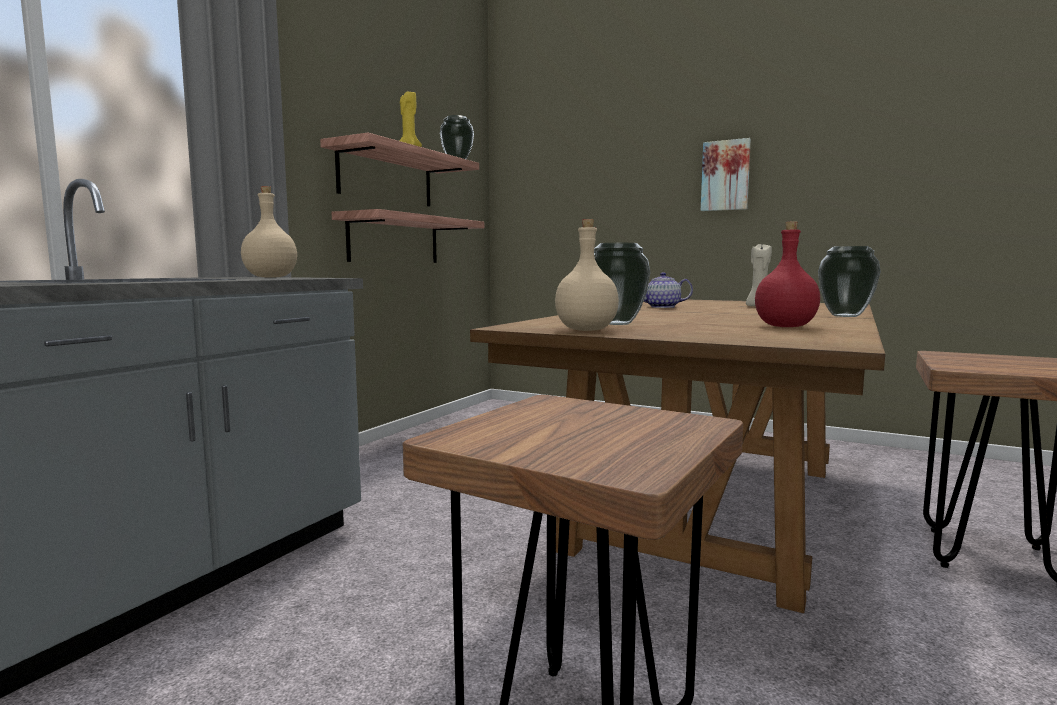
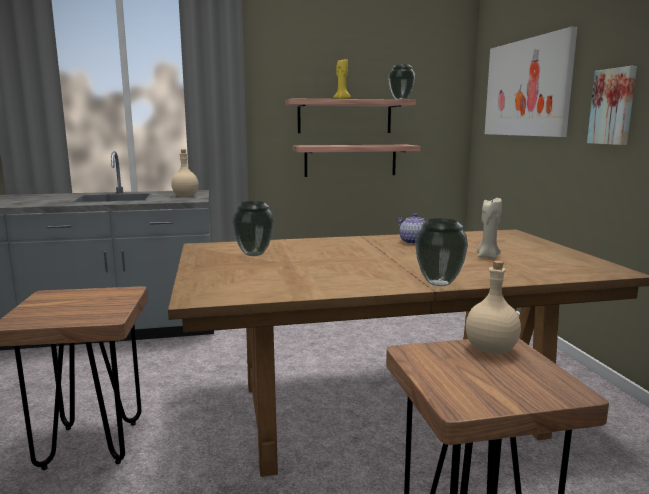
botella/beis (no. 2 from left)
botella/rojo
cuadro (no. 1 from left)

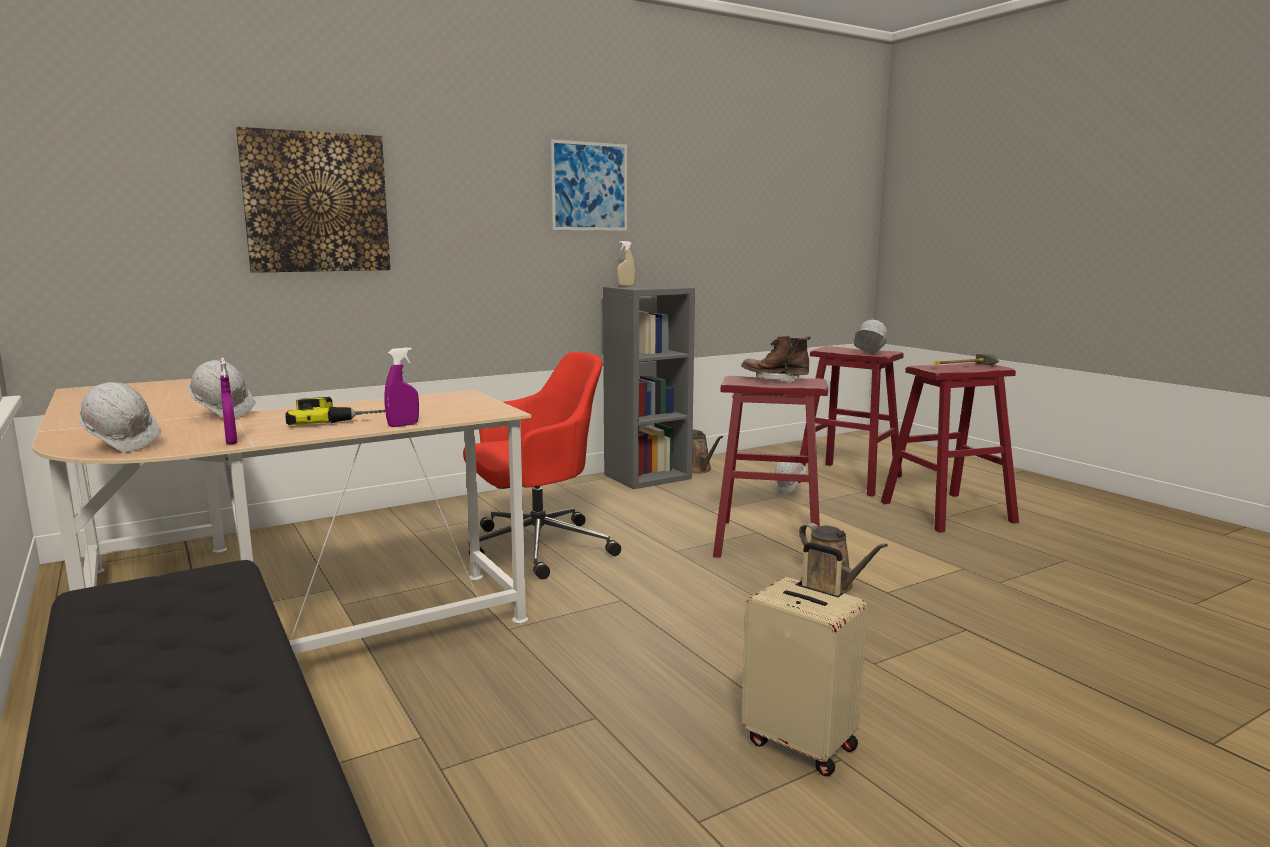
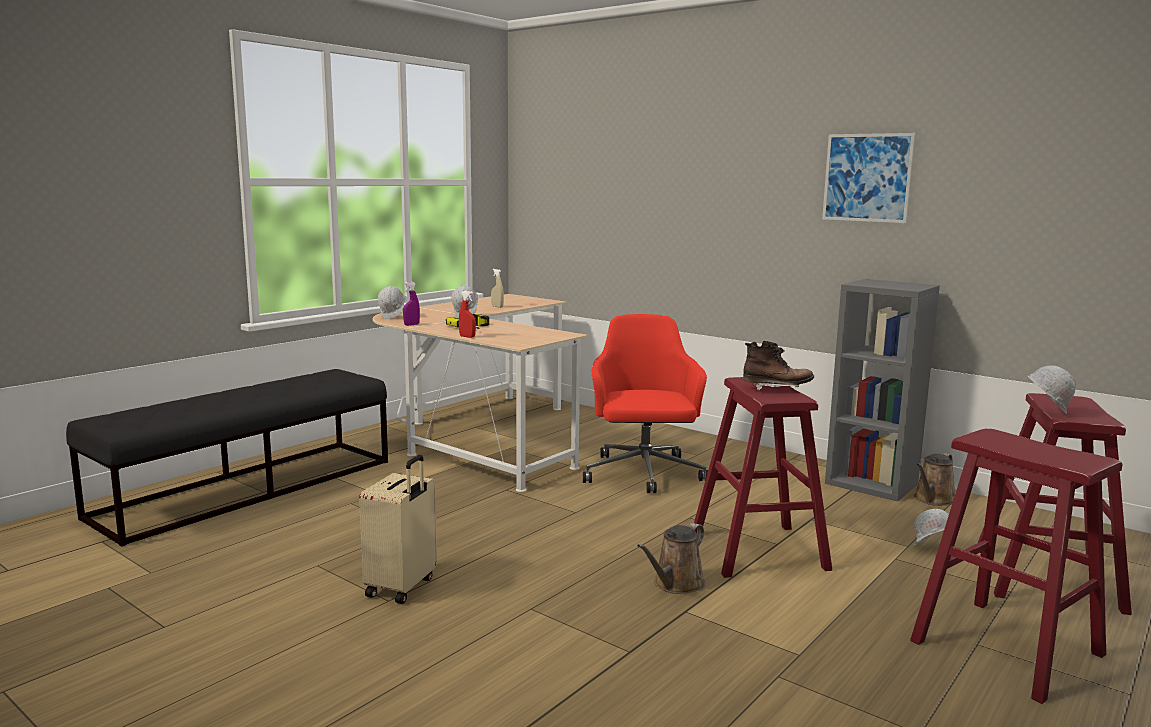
cuadro (no. 1 from left in the first image)
pulverizador/beis
bota/marrón
pulverizador/rojo
silla de oficina/rojo
martillo

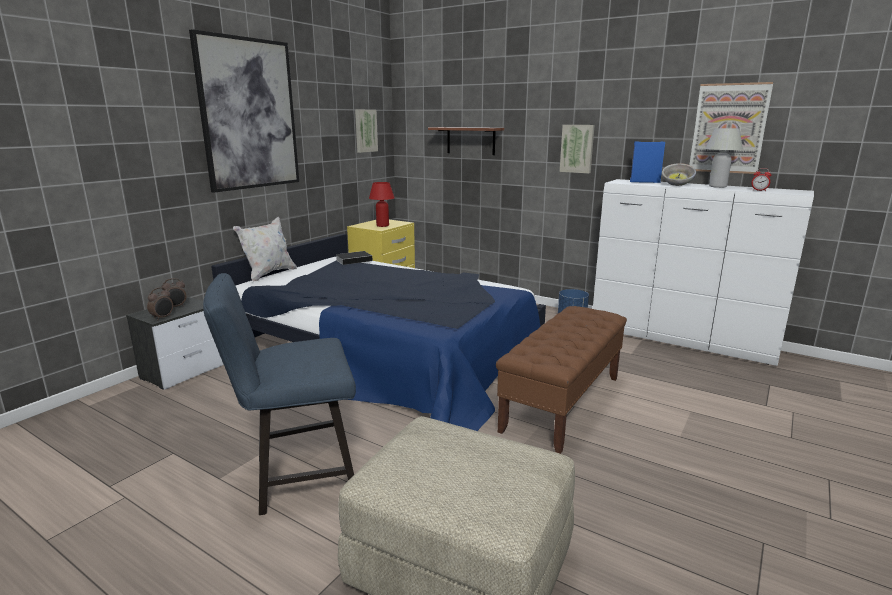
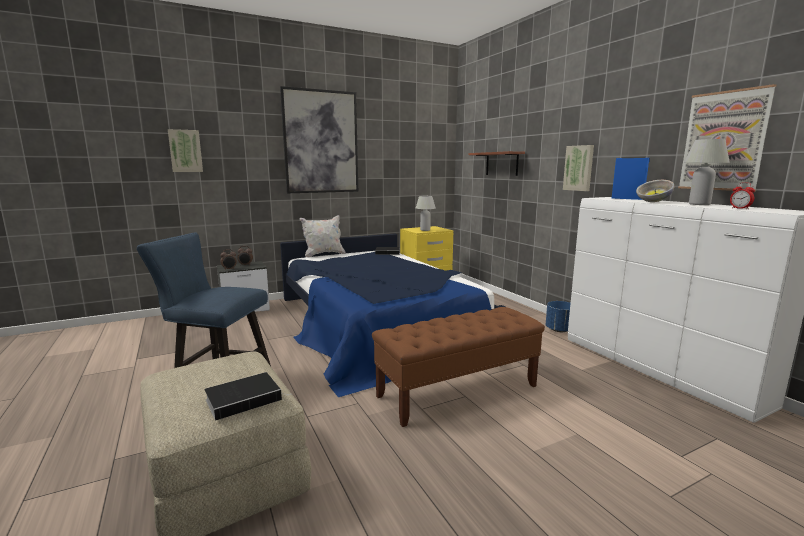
cuadro (no. 1 from left)
lámpara de mesa/blanco (no. 1 from left)
libro (no. 1 from left)

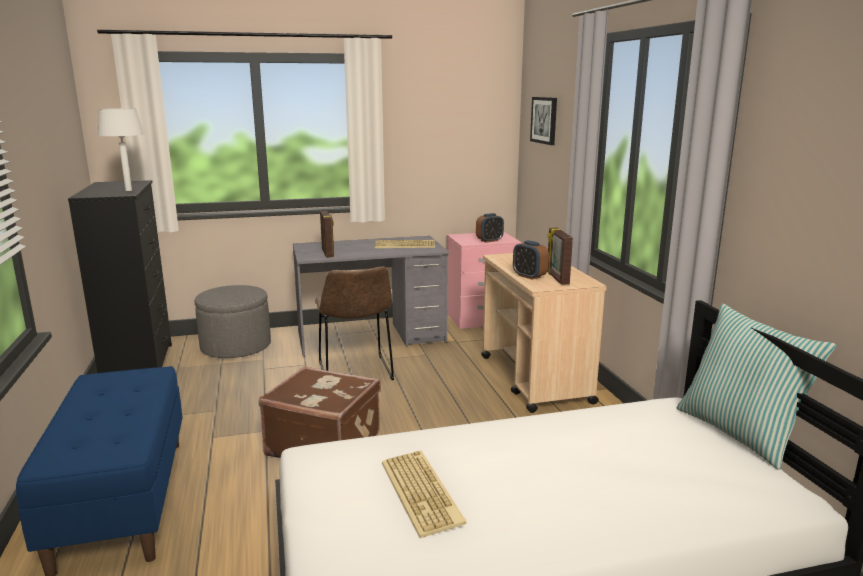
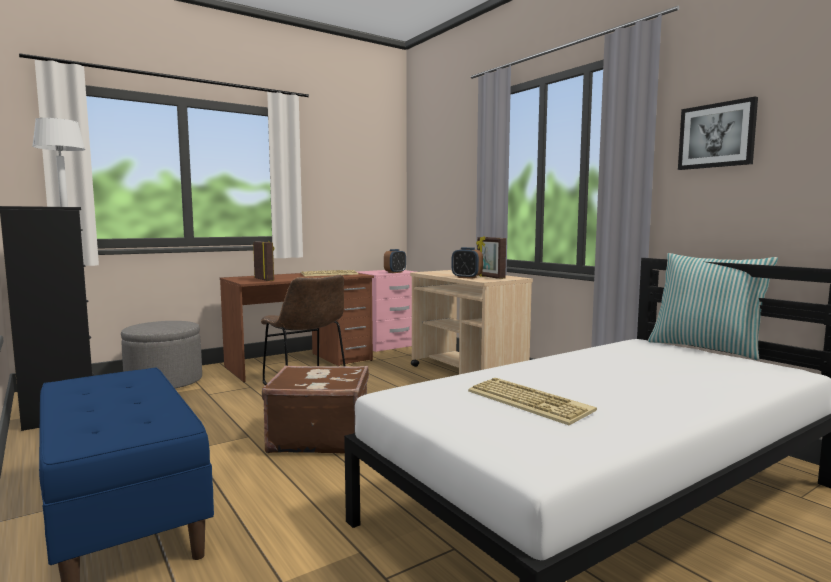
cuadro
escritorio/marrón

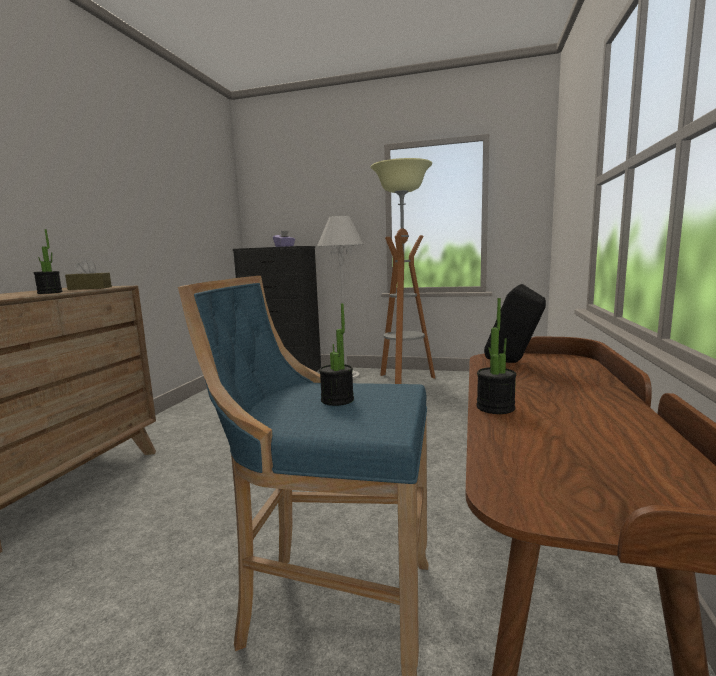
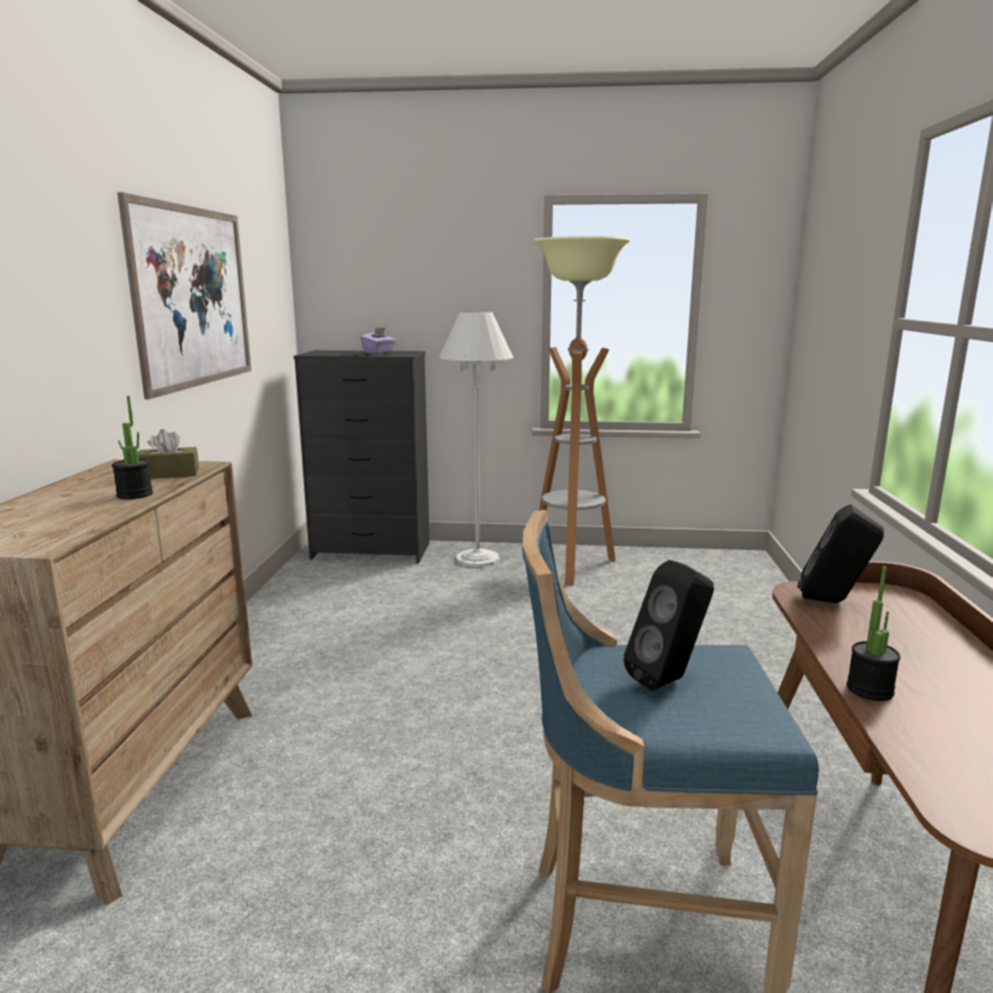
altavoz/negro (no. 1 from left)
cuadro

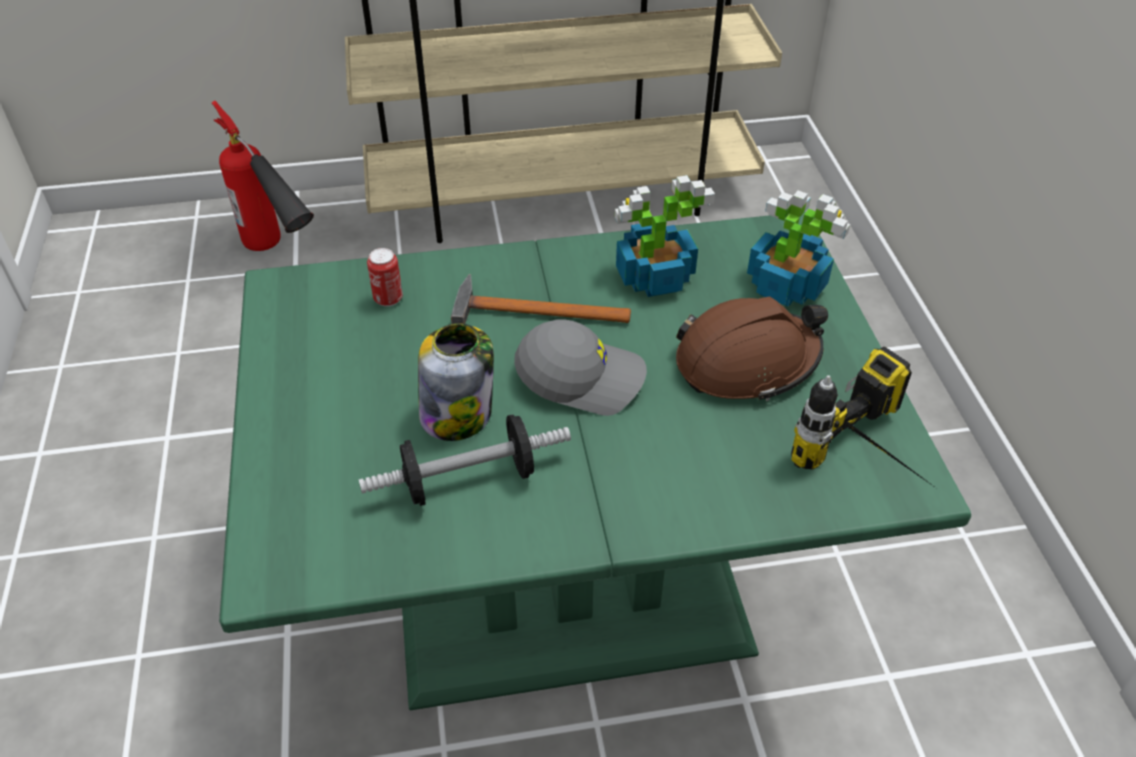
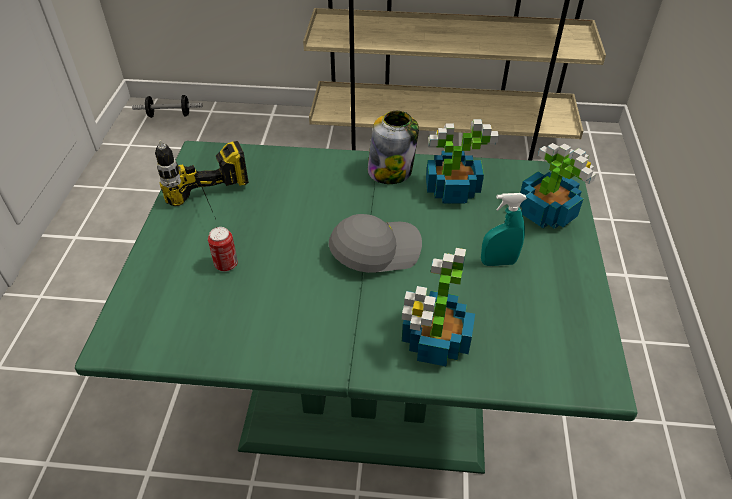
extintor
lata
martillo
pulverizador/turquesa
gorra/gris
tarro
taladro
mancuerna
planta en maceta (no. 1 from left)

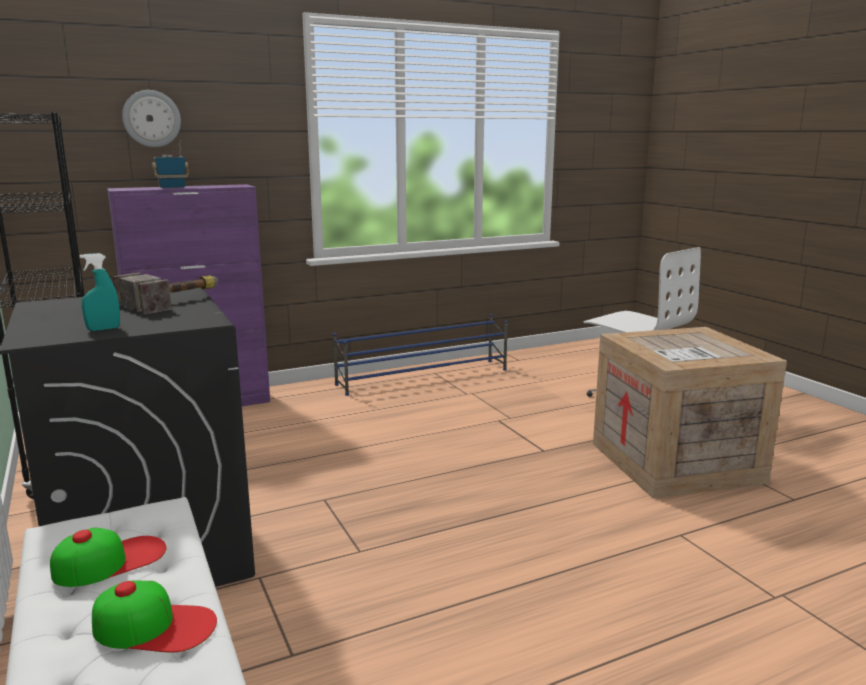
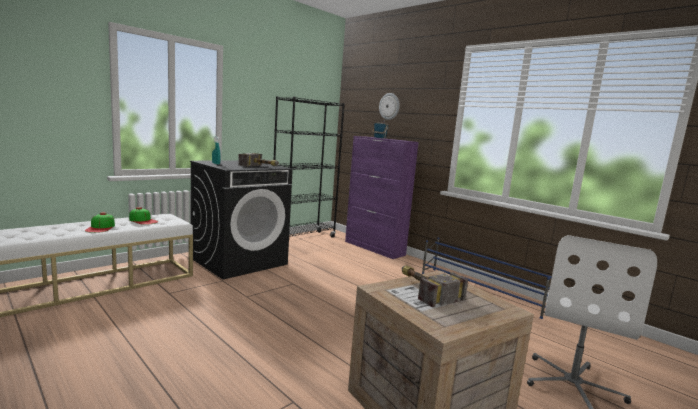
martillo (no. 2 from left)

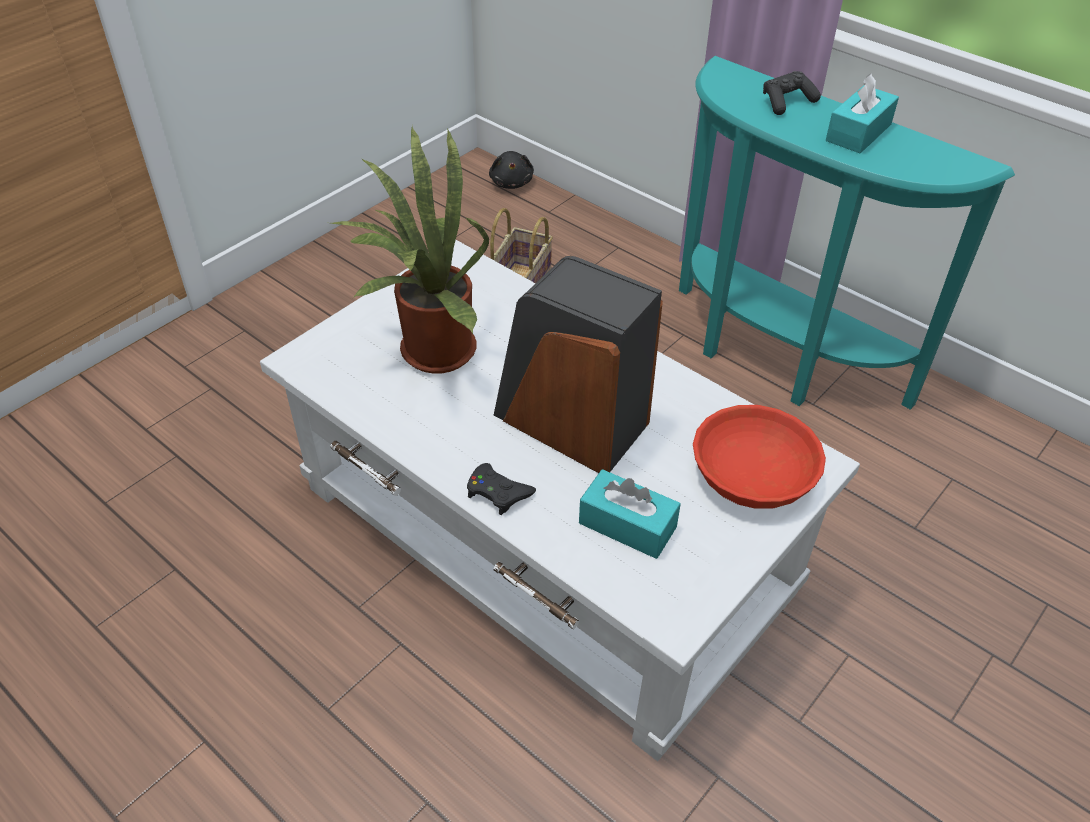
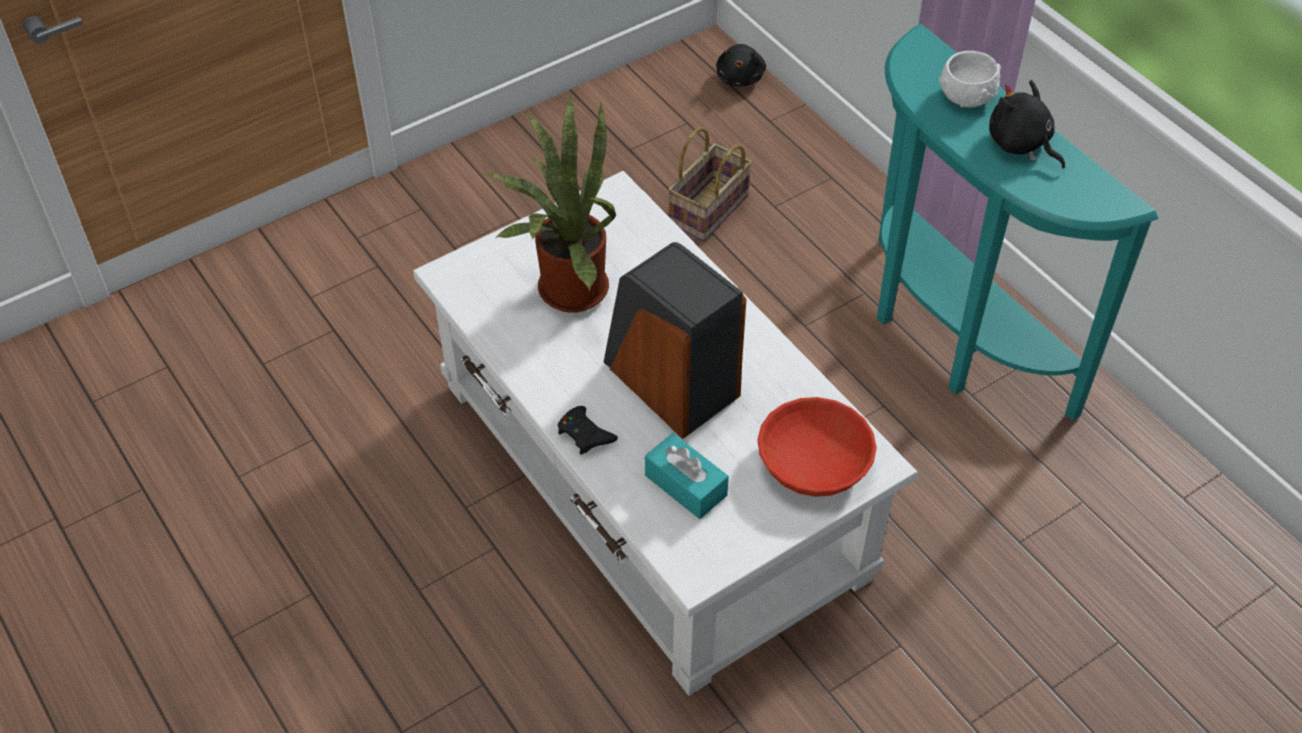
cuenco/blanco
peluche/negro (no. 2 from left)

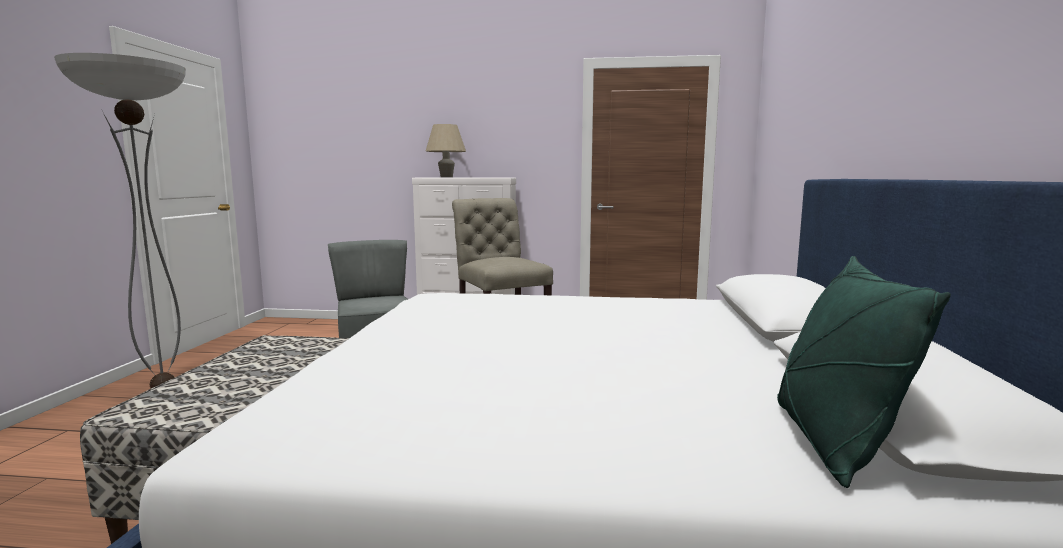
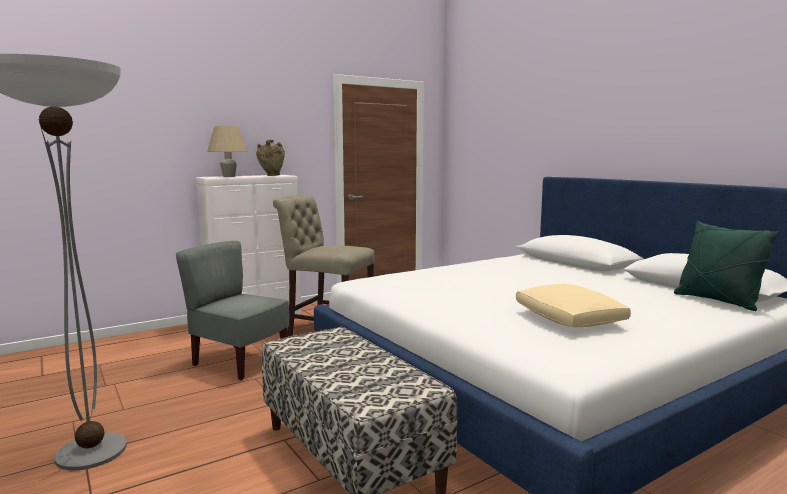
florero/beis
cojín/beis

